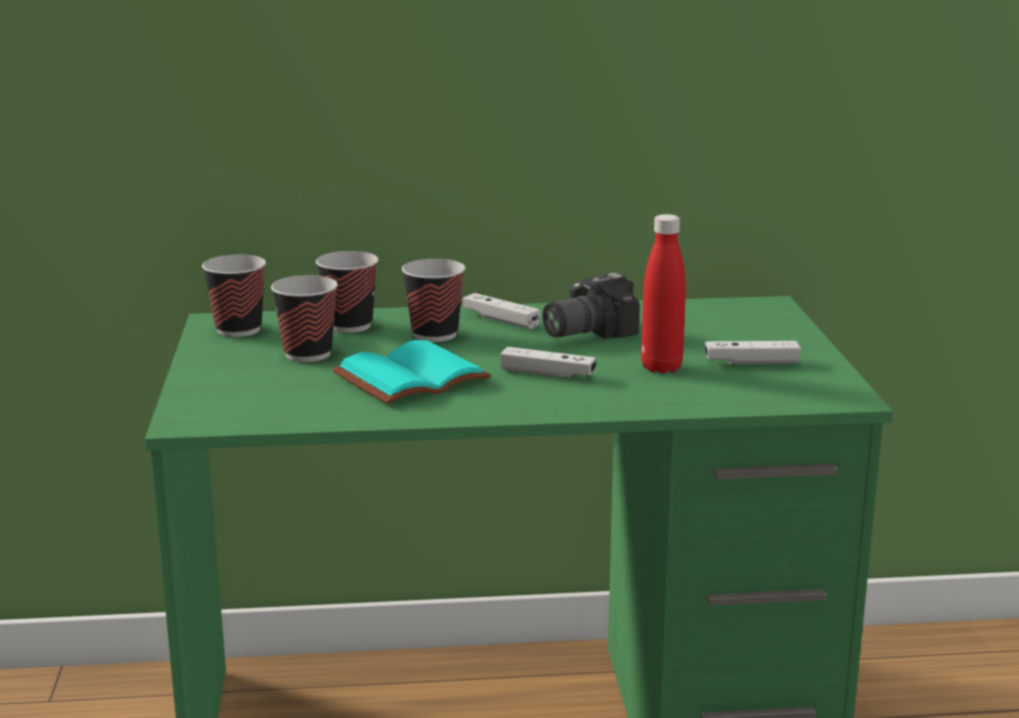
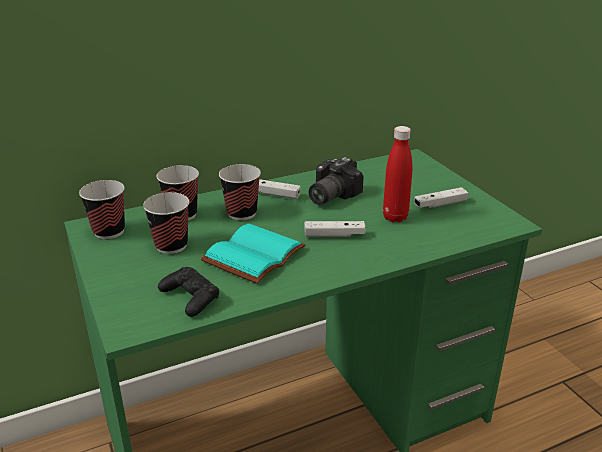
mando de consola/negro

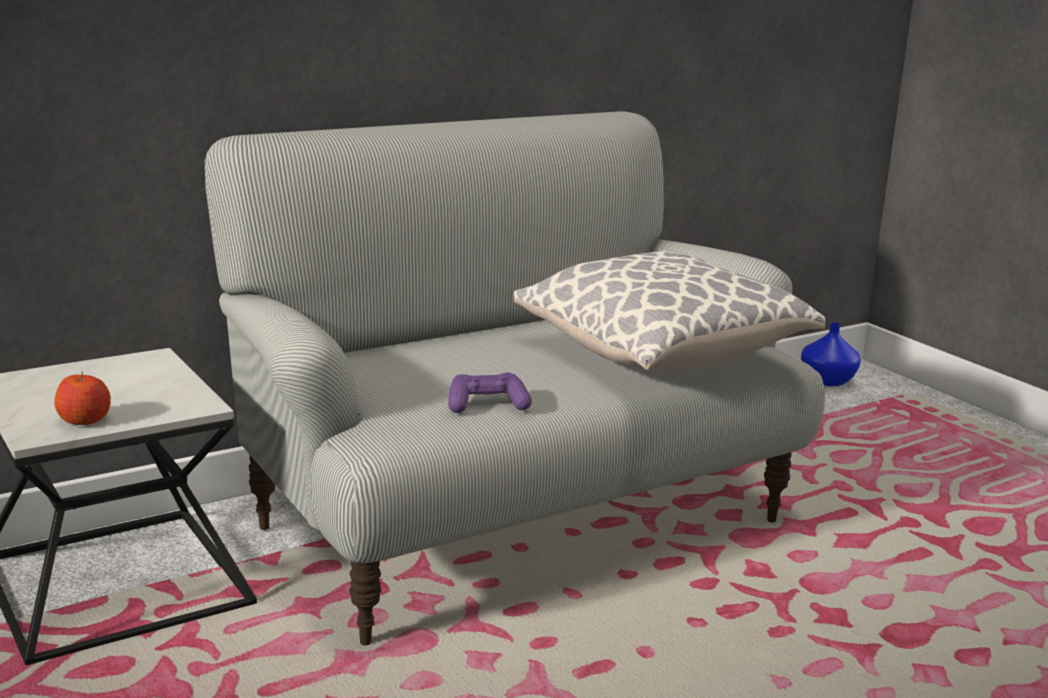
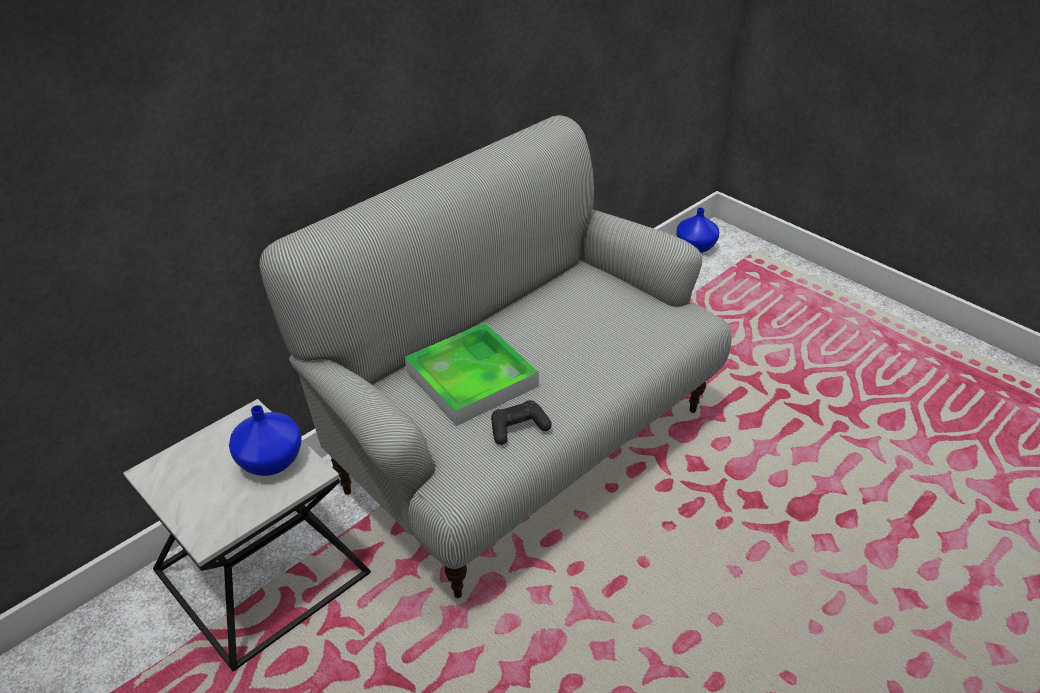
cojín
manzana
mando de consola/negro
bandeja
florero/azul (no. 1 from left)

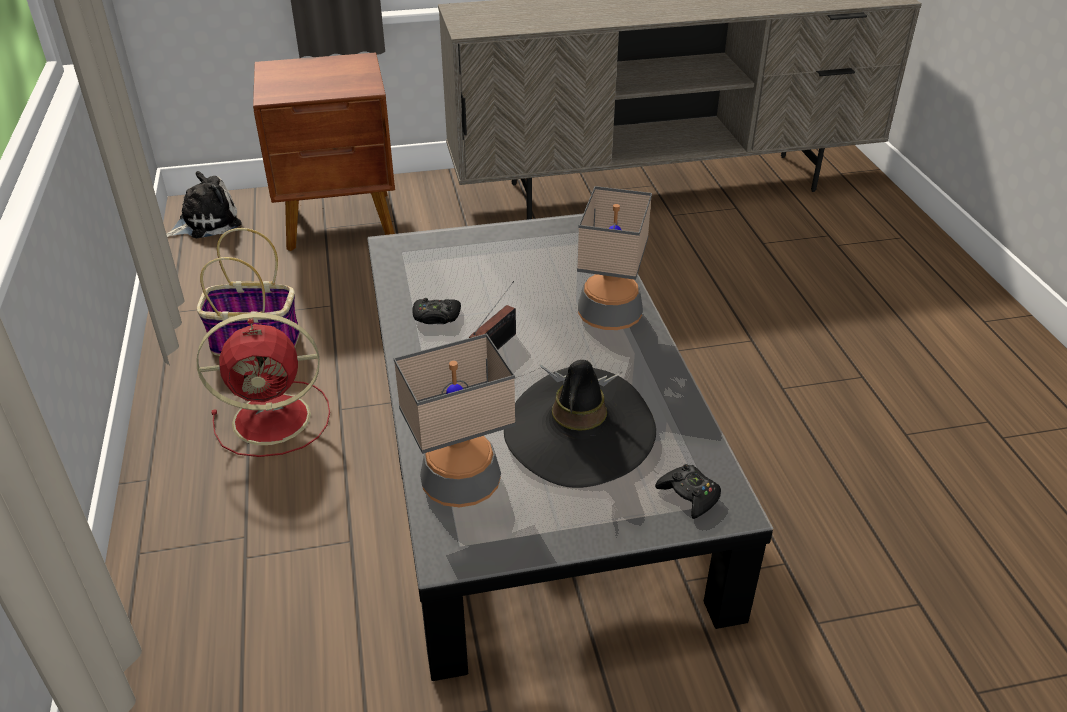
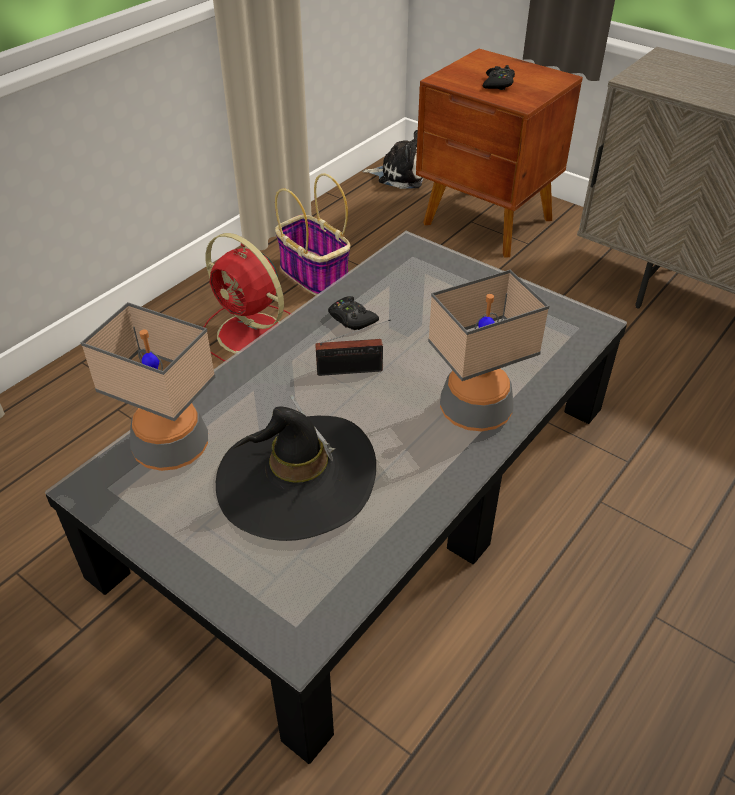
mando de consola/negro (no. 2 from left)

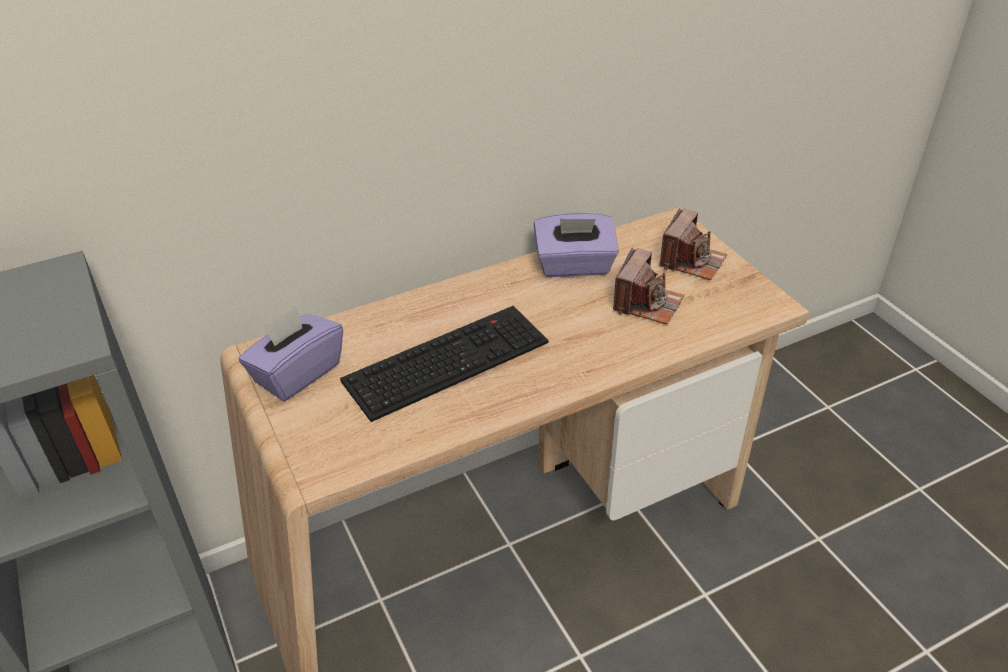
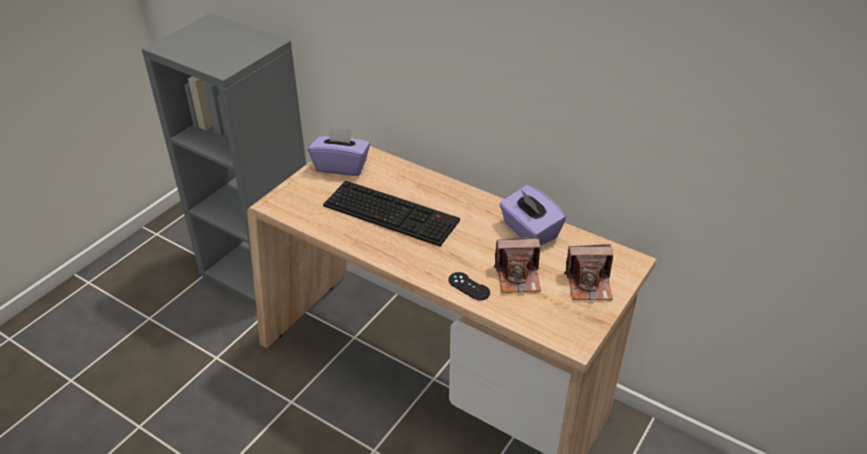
mando de consola/negro

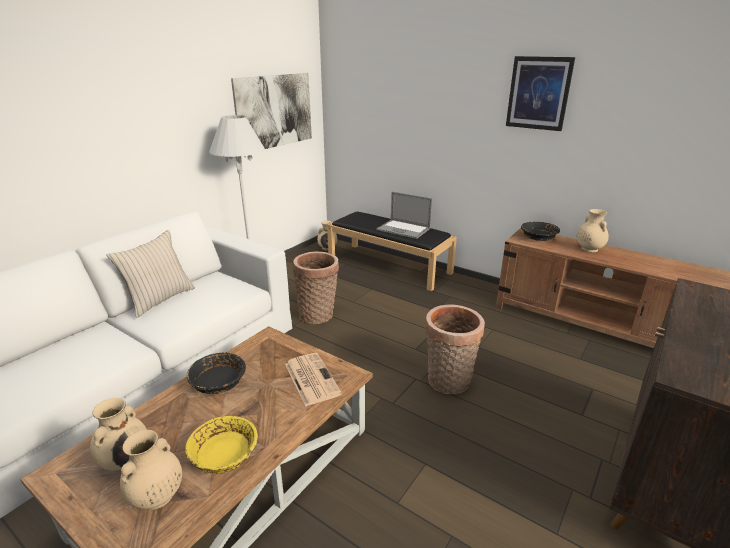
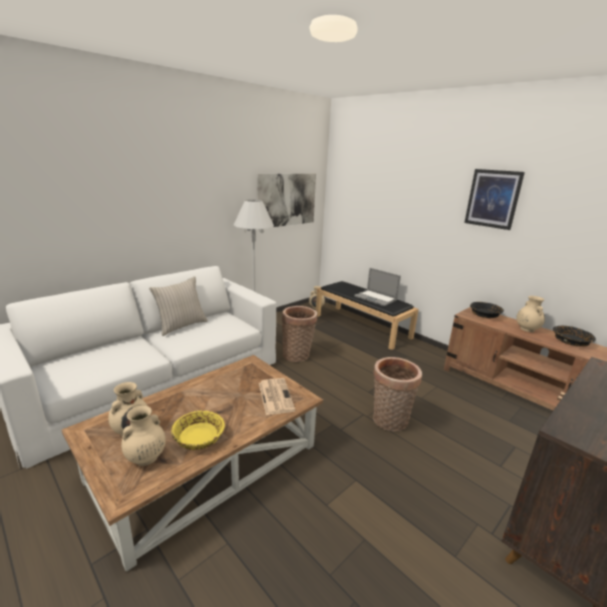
cuenco/negro (no. 2 from left)

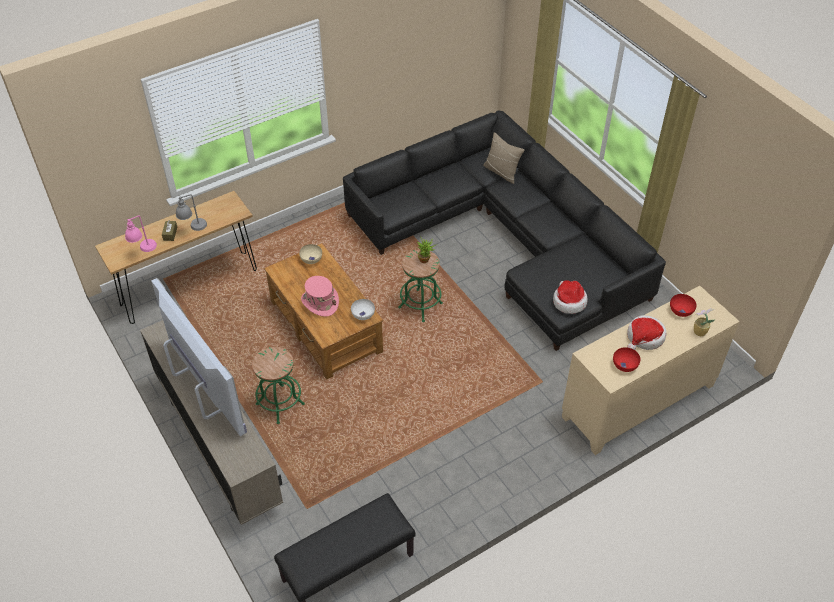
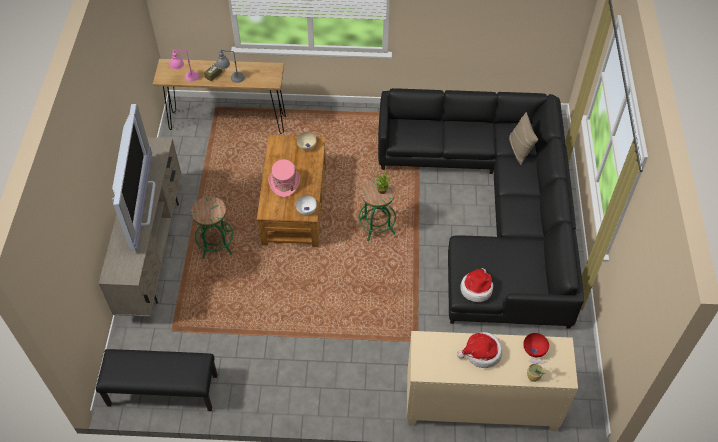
cuenco/rojo (no. 1 from left in the first image)

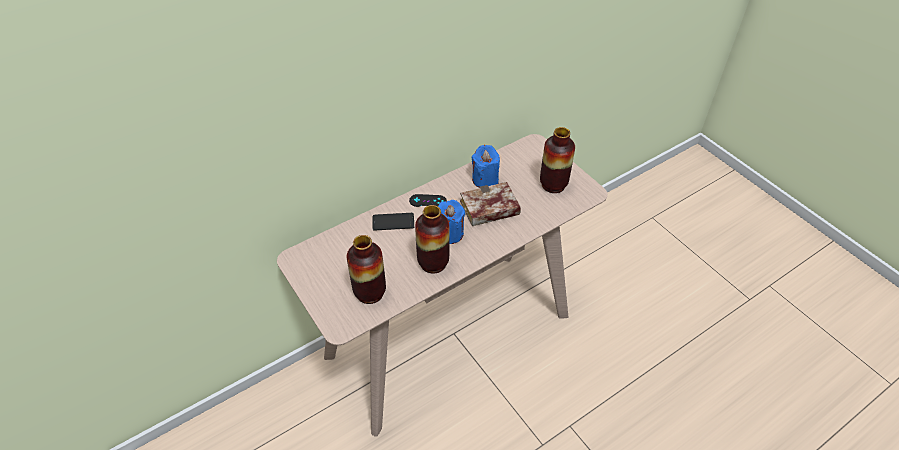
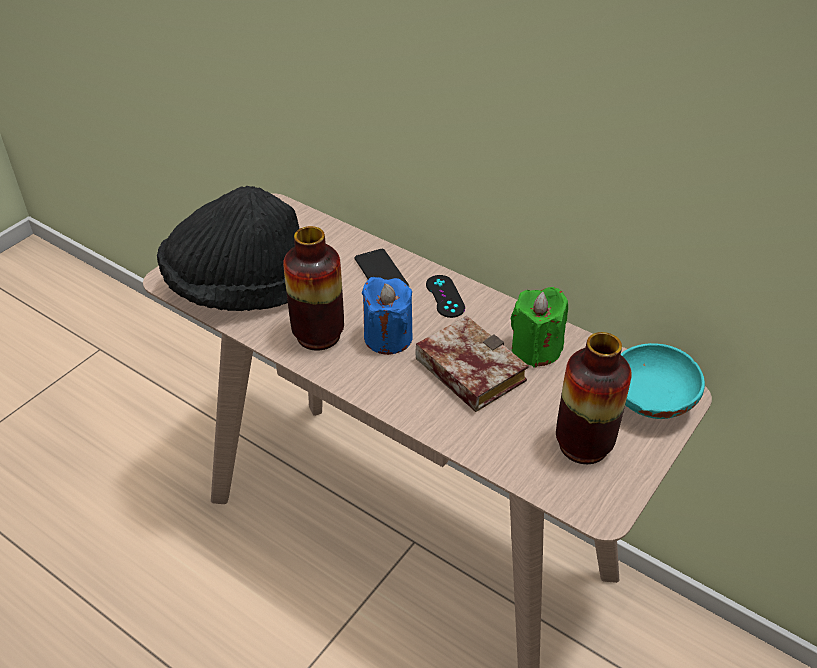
vela/verde
sombrero/negro
cuenco/turquesa

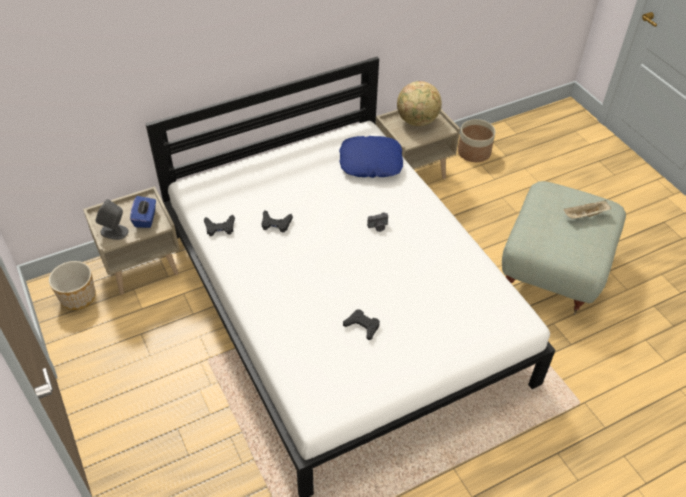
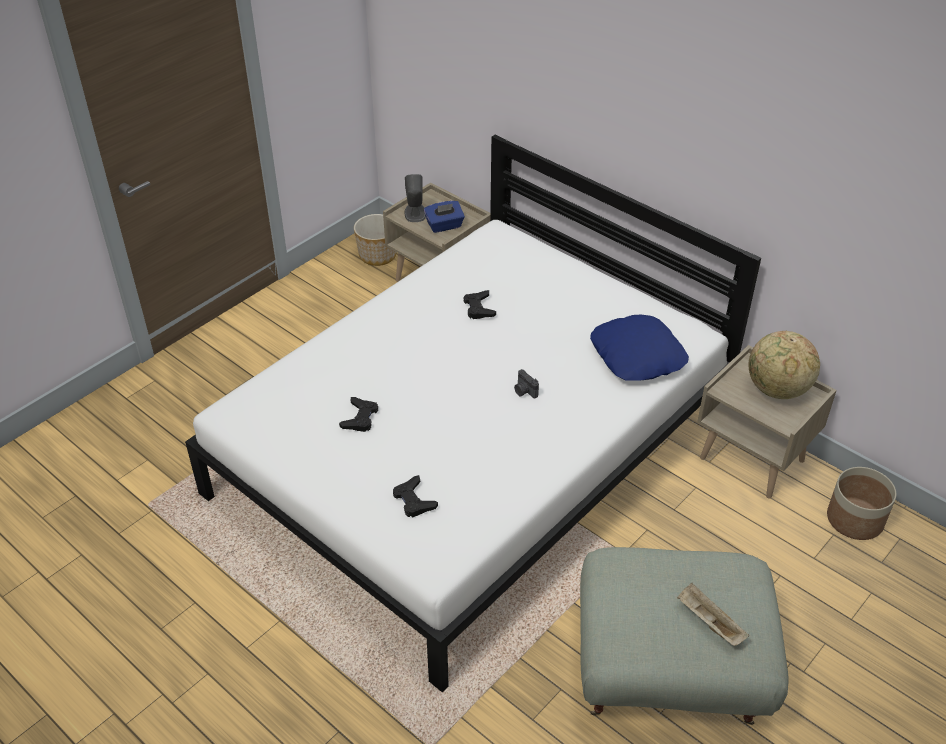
mando de consola/negro (no. 2 from left)

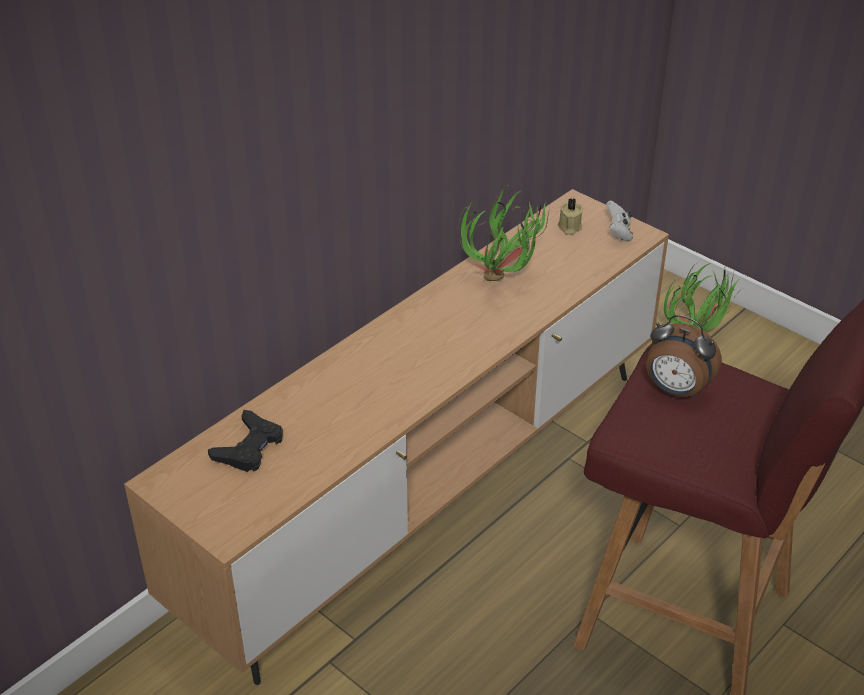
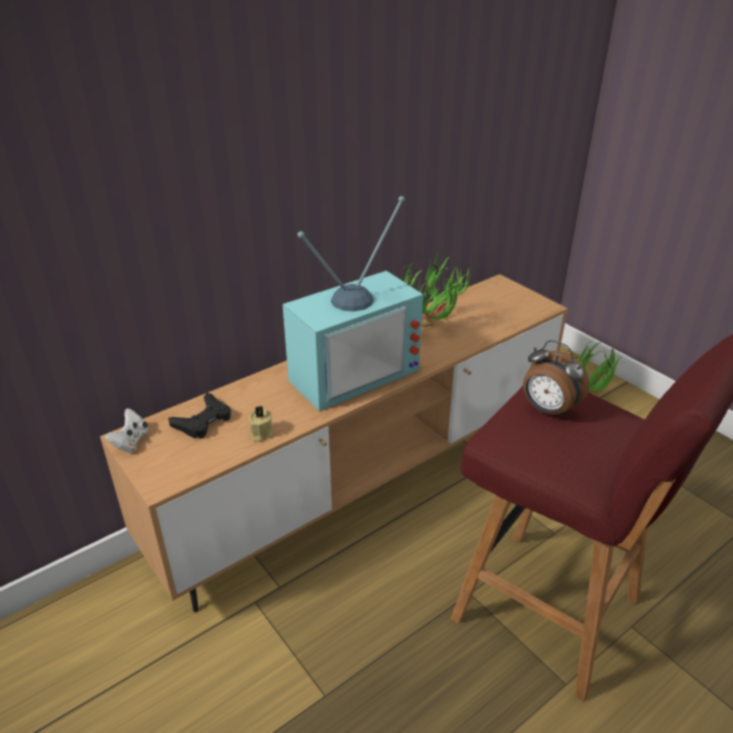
vela/beis
mando de consola/blanco
televisor

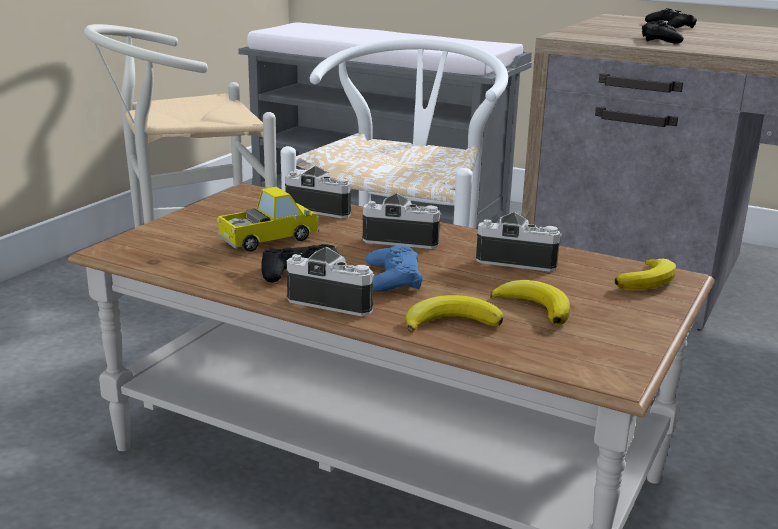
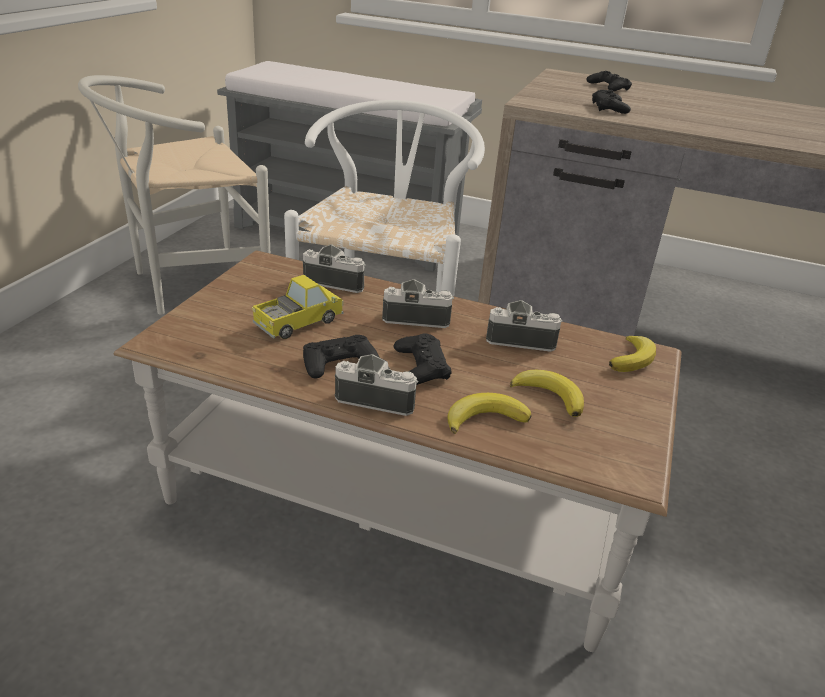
mando de consola/negro (no. 2 from left)

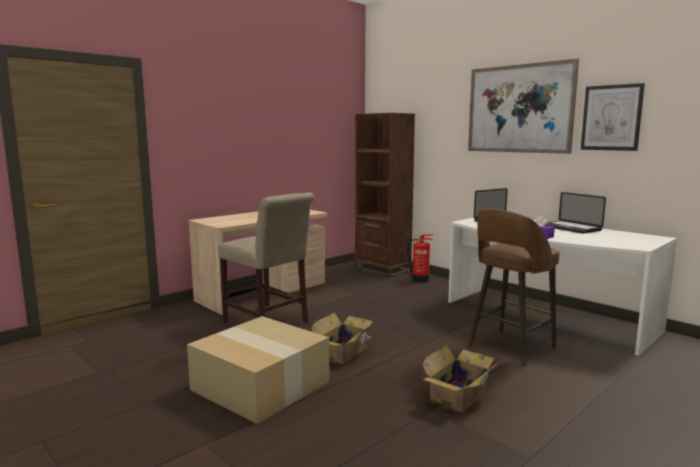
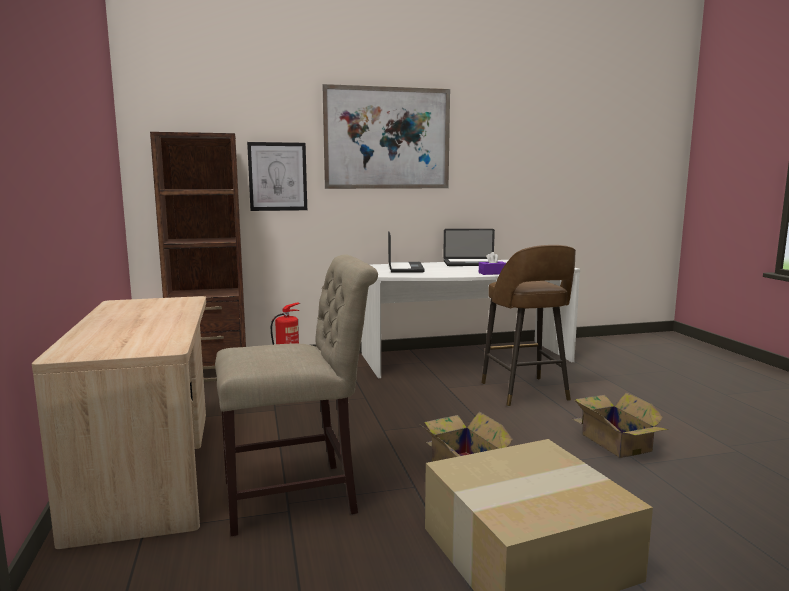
cuadro (no. 1 from left)

